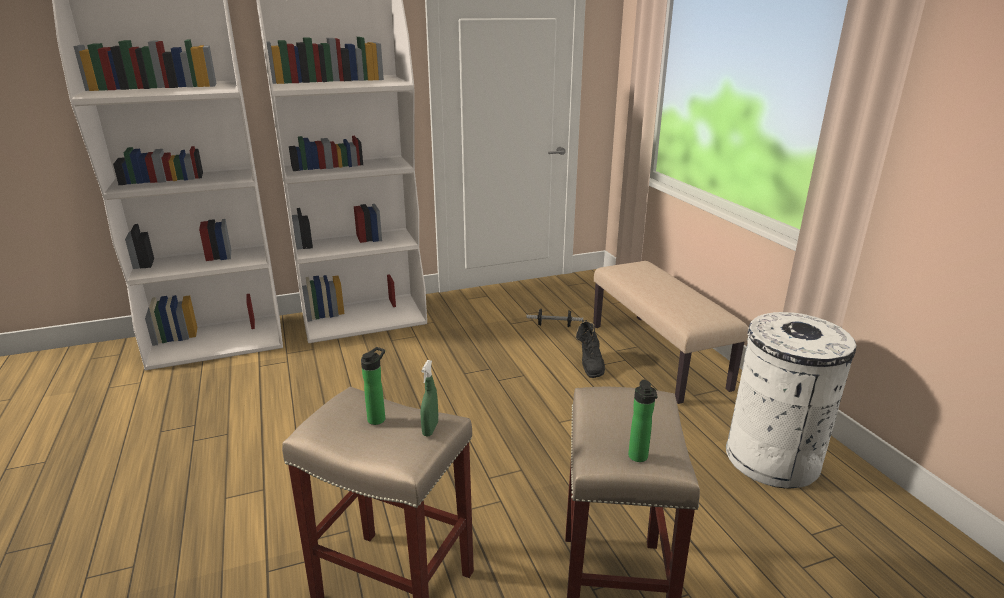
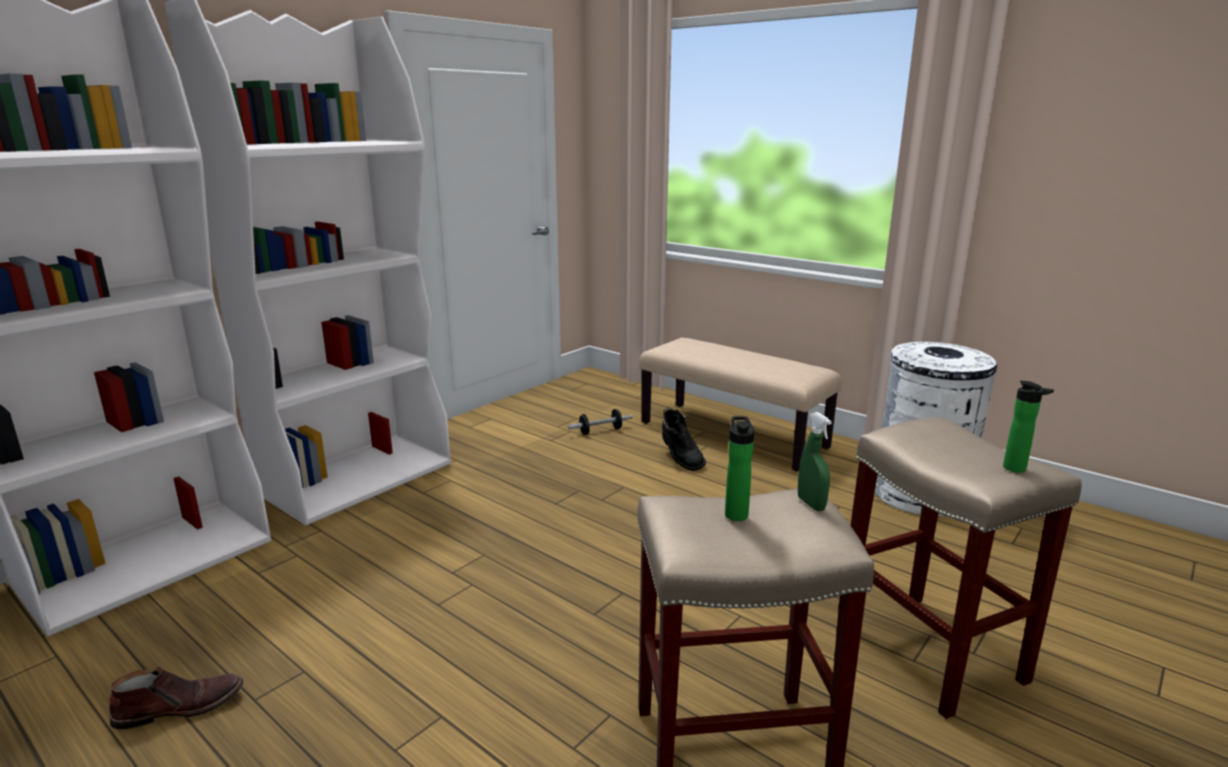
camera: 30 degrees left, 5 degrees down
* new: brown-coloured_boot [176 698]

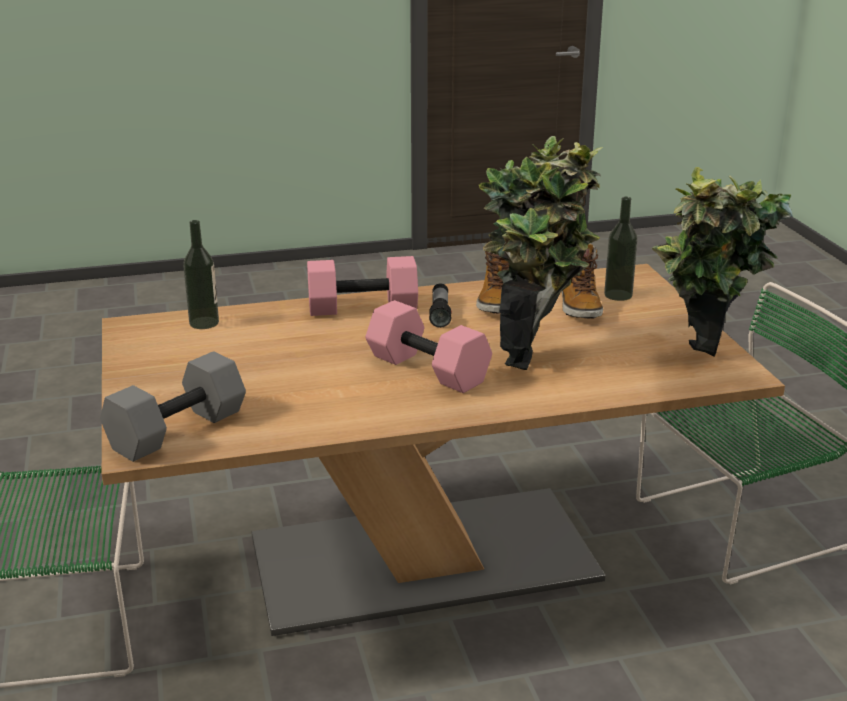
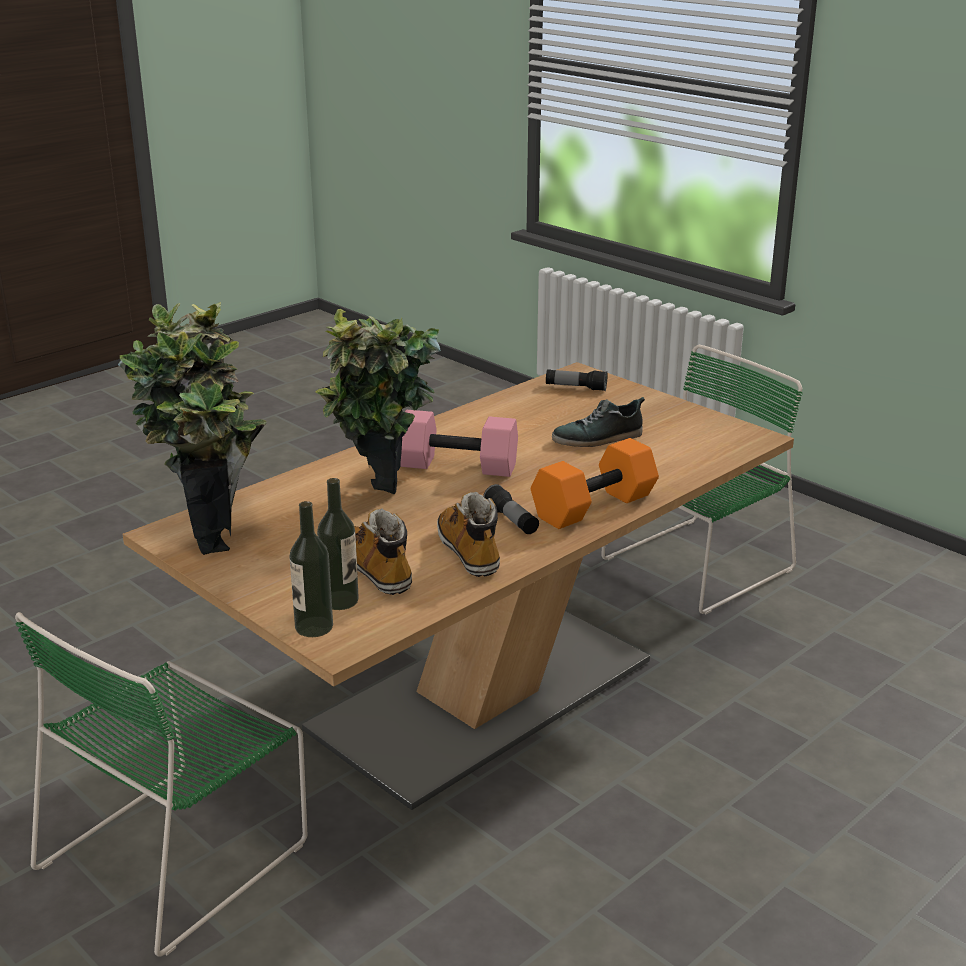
camera: 150 degrees right, 0 degrees up
* shifted: drink_bottle [201 274] to [311 569]
* repainted: pink_hand_weight [362 286] to orange-coloured_hand_weight [595 483]
* swapped: greyish_hand_weight [173 406] to torch [576 380]
* new: shoe [598 422]

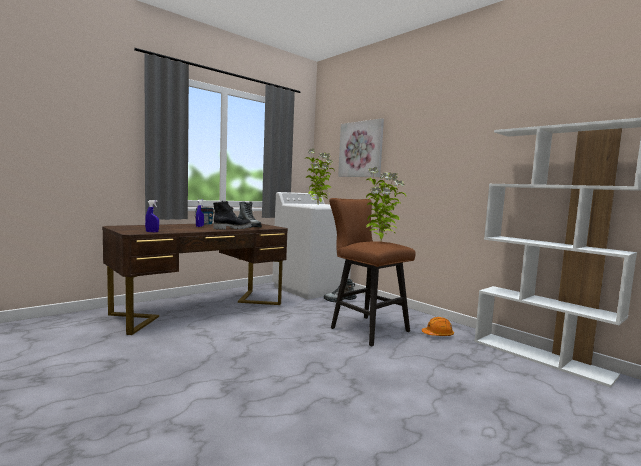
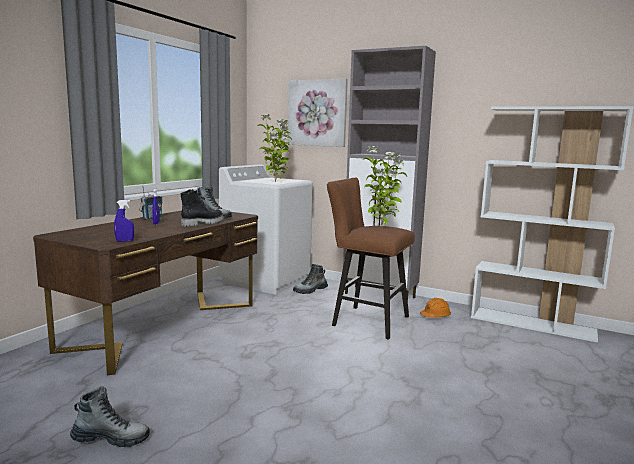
camera: 20 degrees left, 5 degrees up
* new: boot [110 416]
* new: greyish_cabinet [389 173]

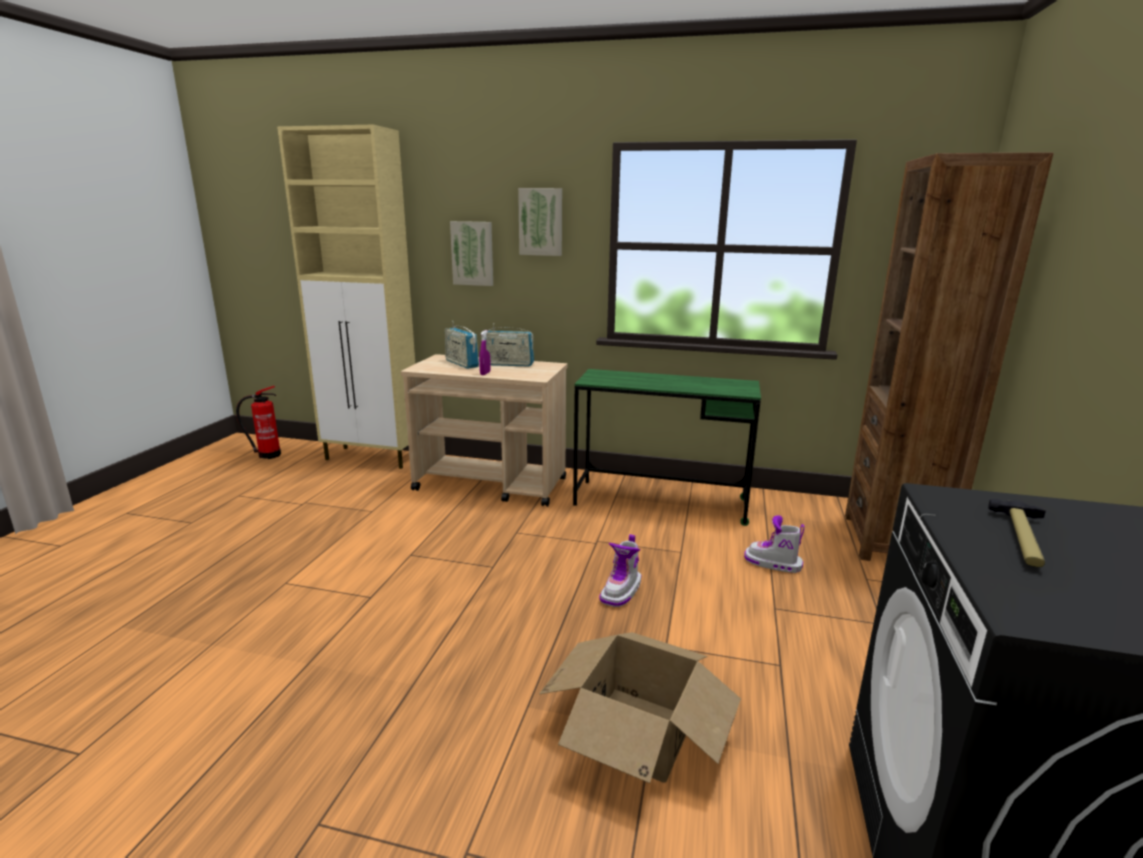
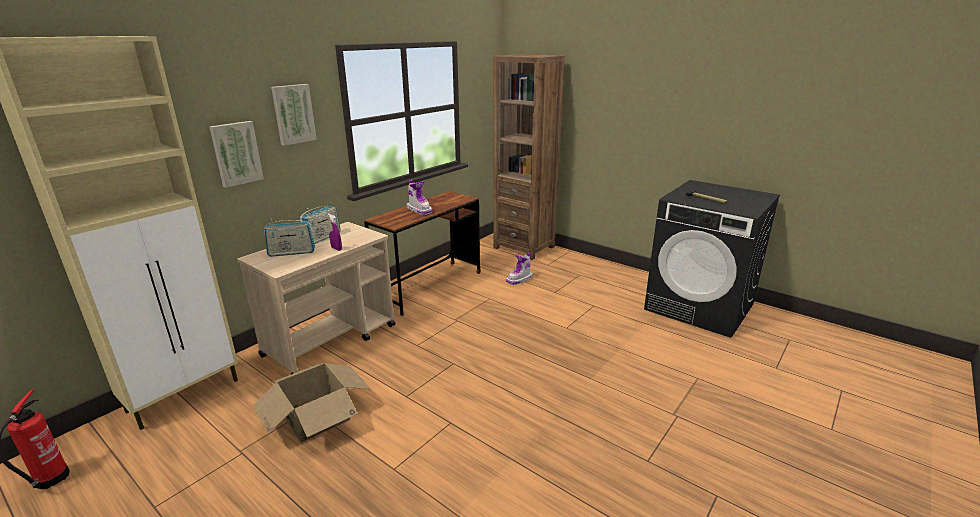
camera: 65 degrees left, 5 degrees up
* shifted: cardboard_box [640 707] to [311 403]
* repainted: green_desk_table [667 447] to brown-coloured_desk_table [422 253]
* shifted: boot [620 570] to [420 197]

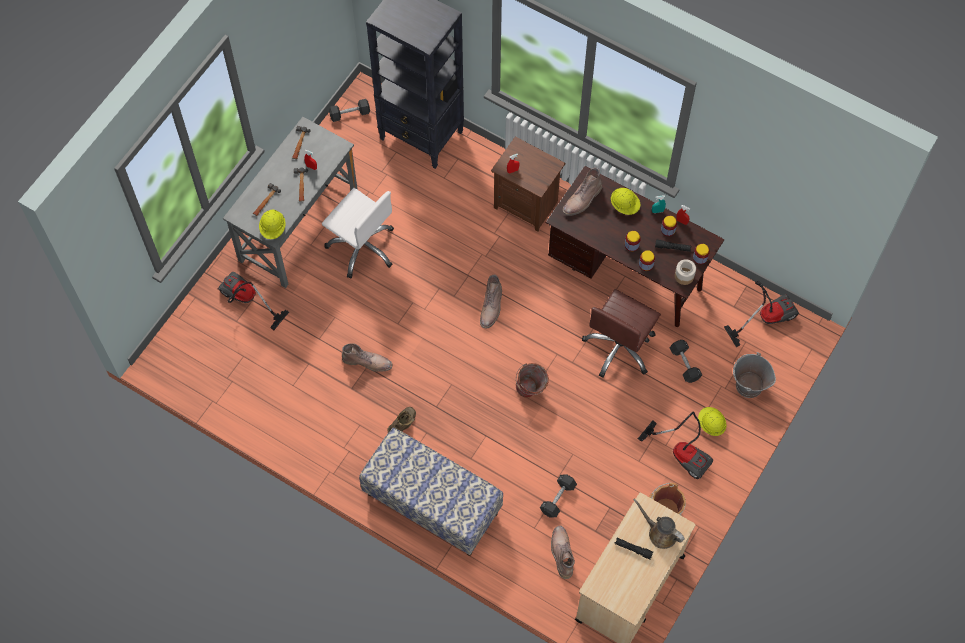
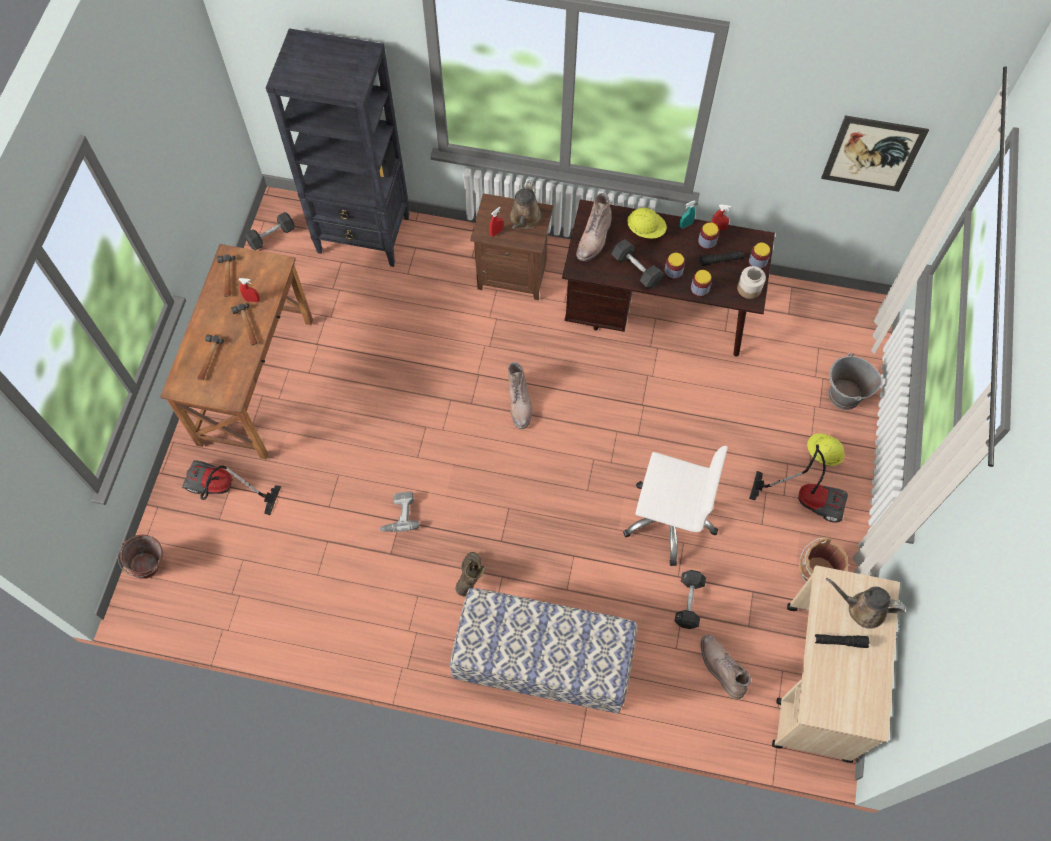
camera: 20 degrees left, 0 degrees up
* shifted: pail [532 380] to [140 557]
* repainted: greyish_desk_table [290 202] to brown-coloured_desk_table [236 351]
* swapped: brown-coloured_boot [367 357] to electric_drill [399 512]
* new: brown-coloured_watering_pot [526 204]
* shifted: blackish_hand_weight [685 361] to [637 264]
* shifted: white_office_chair [358 233] to [675 506]
* new: picture [875 153]
* gone: yellow_work_helmet [272 224]
* gone: brown-coloured_office_chair [621 333]
* gone: hoover [761 313]

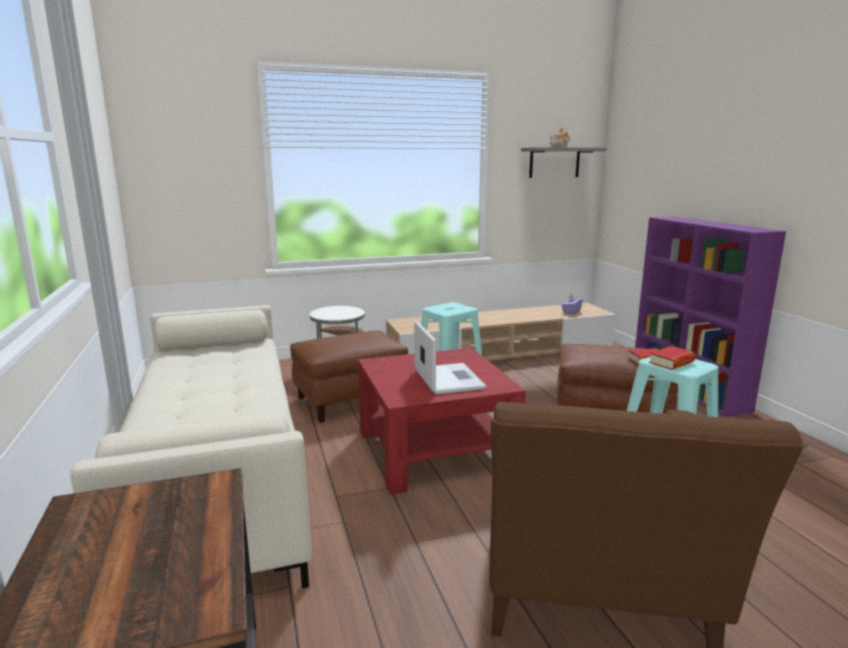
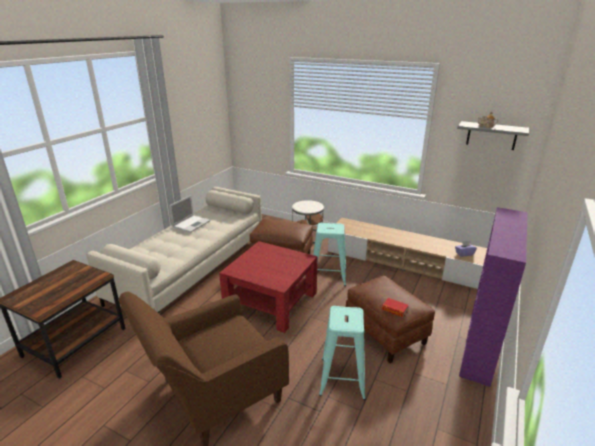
camera: 45 degrees right, 10 degrees up
* shifted: notebook_computer [450 357] to [190 214]
* gone: volume [672 358]

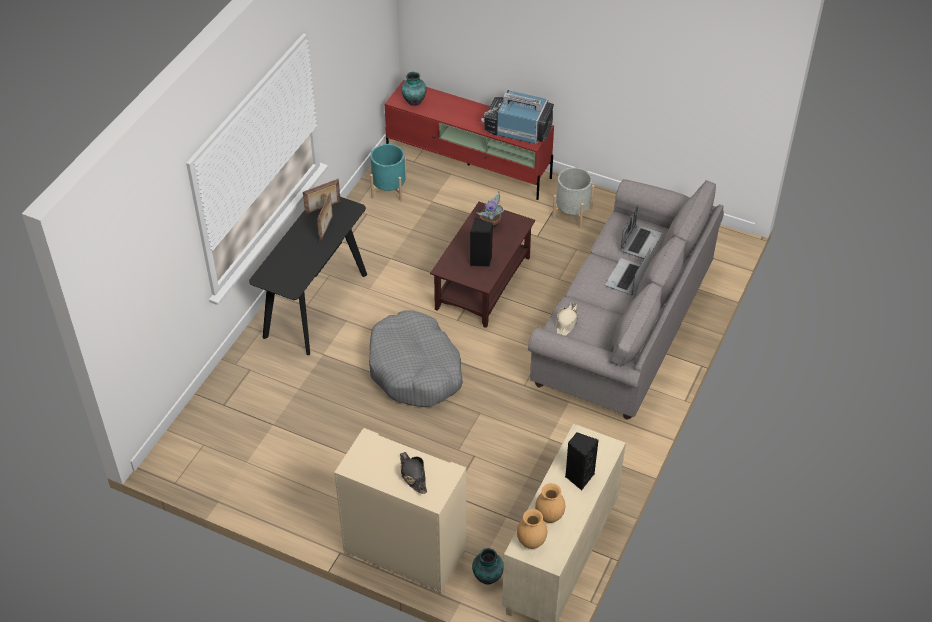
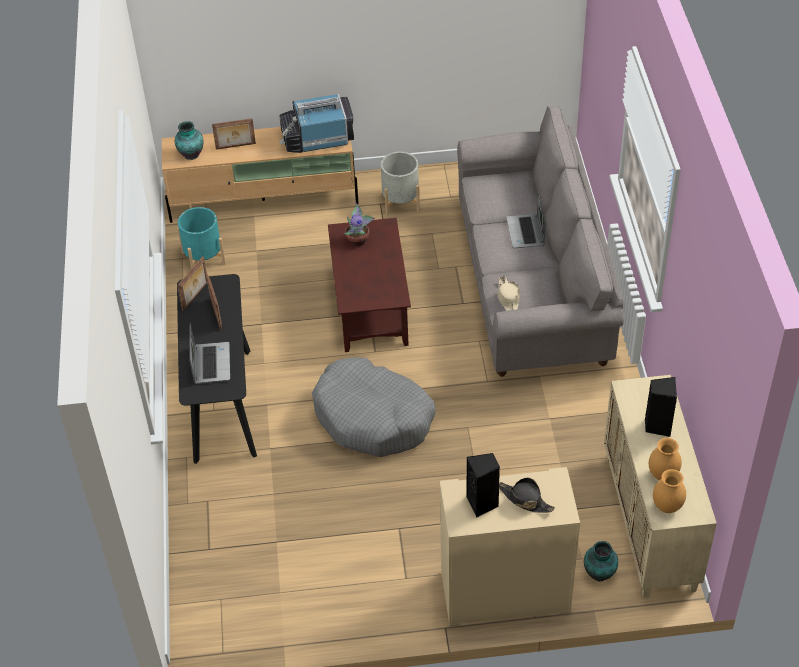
camera: 30 degrees left, 0 degrees up
* repainted: reddish_tv_stand [469 140] to sand-coloured_tv_stand [260 175]
* shifted: notebook_computer [641 232] to [210 353]
* new: photo_frame [234 133]
* shifted: blackish_speaker [481 242] to [483 485]

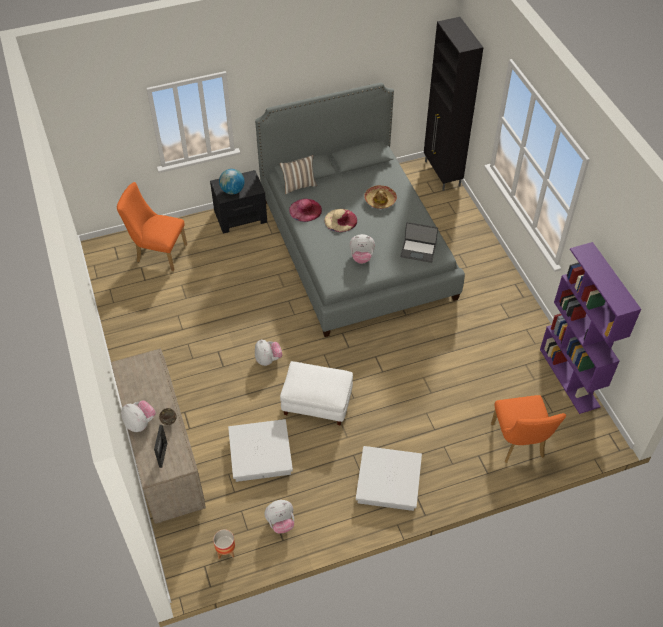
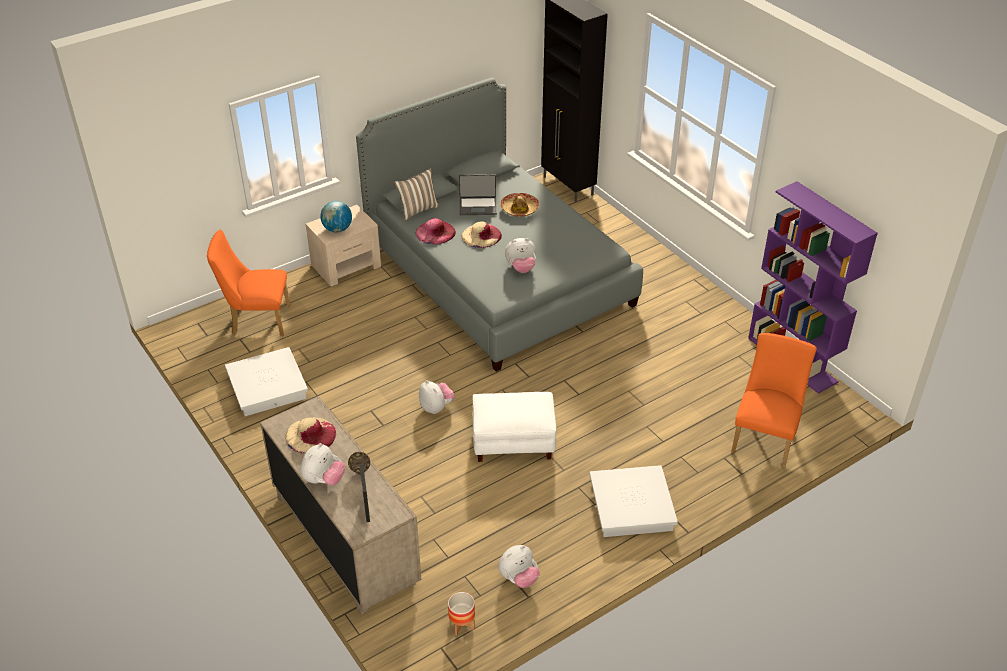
camera: 15 degrees left, 10 degrees down
* shifted: white_storage_container [260 450] to [266 381]
* new: sand-coloured_hat [310 435]
* rotated: plush_toy [138 416] = [322 464] 90 degrees clockwise
* repainted: blackish_nightstand [238 201] to sand-coloured_nightstand [343 246]
* shifted: notebook_computer [419 242] to [478 194]
* rotated: orange-coloured_upright_chair [528 429] = [774 400] 135 degrees counterclockwise

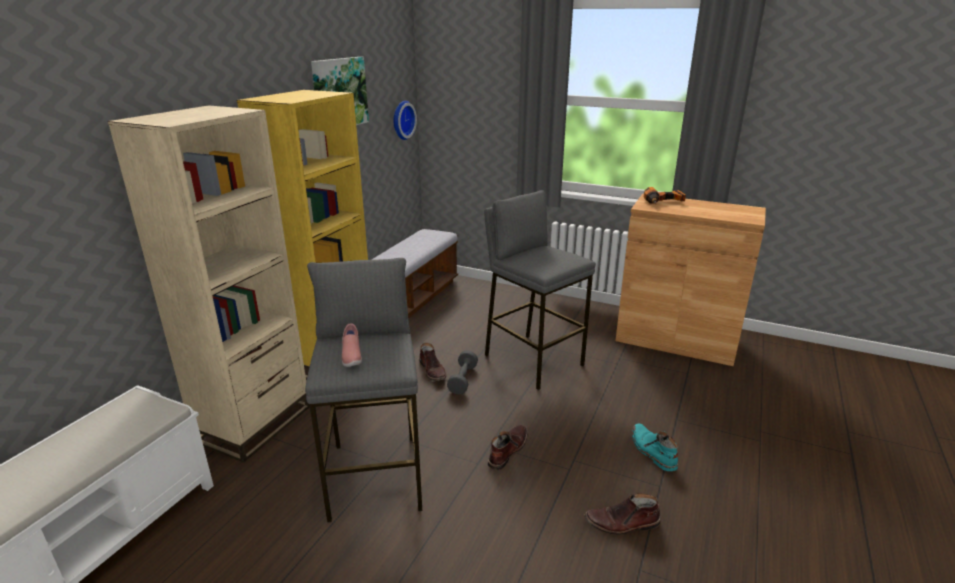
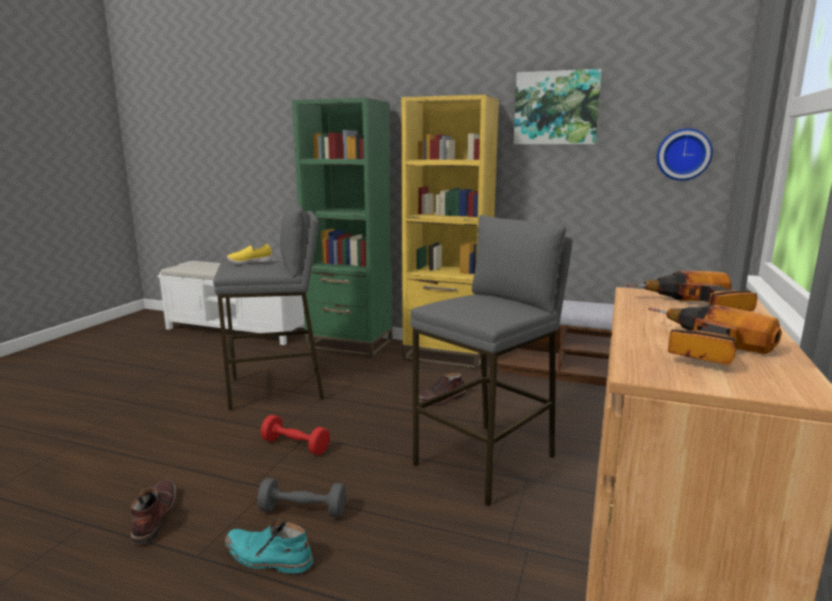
camera: 85 degrees right, 10 degrees down
* rotated: turquoise_boot [655 447] = [269 546] 135 degrees counterclockwise
* repainted: pink_shoe [352 345] to yellow_shoe [249 254]
* shifted: greyish_hand_weight [462 373] to [301 497]
* swapped: brown-coloured_boot [508 447] to reddish_hand_weight [295 435]
* repainted: sand-coloured_bookshelf [209 284] to green_bookshelf [342 228]
* new: electric_drill [715 335]

